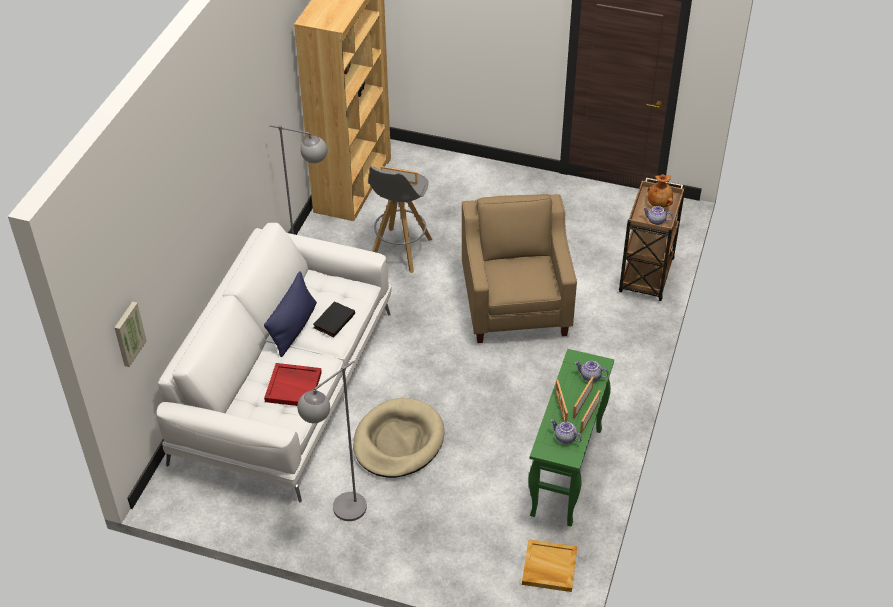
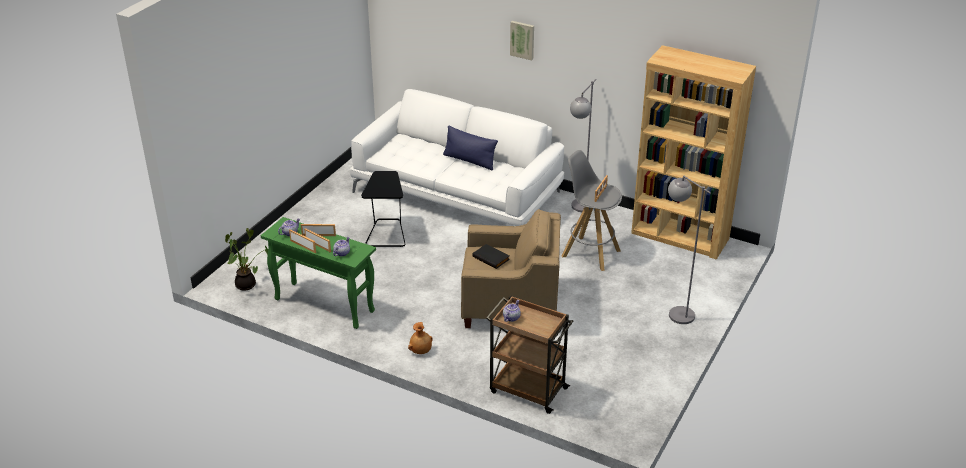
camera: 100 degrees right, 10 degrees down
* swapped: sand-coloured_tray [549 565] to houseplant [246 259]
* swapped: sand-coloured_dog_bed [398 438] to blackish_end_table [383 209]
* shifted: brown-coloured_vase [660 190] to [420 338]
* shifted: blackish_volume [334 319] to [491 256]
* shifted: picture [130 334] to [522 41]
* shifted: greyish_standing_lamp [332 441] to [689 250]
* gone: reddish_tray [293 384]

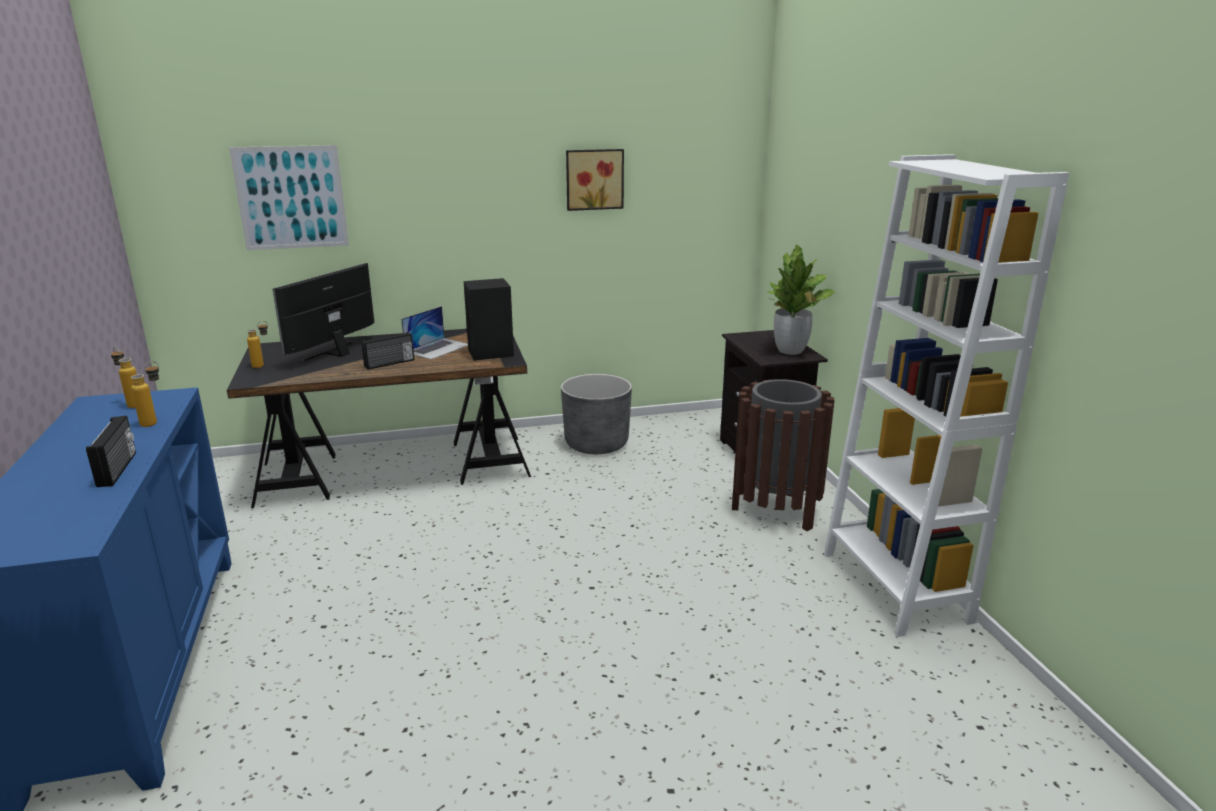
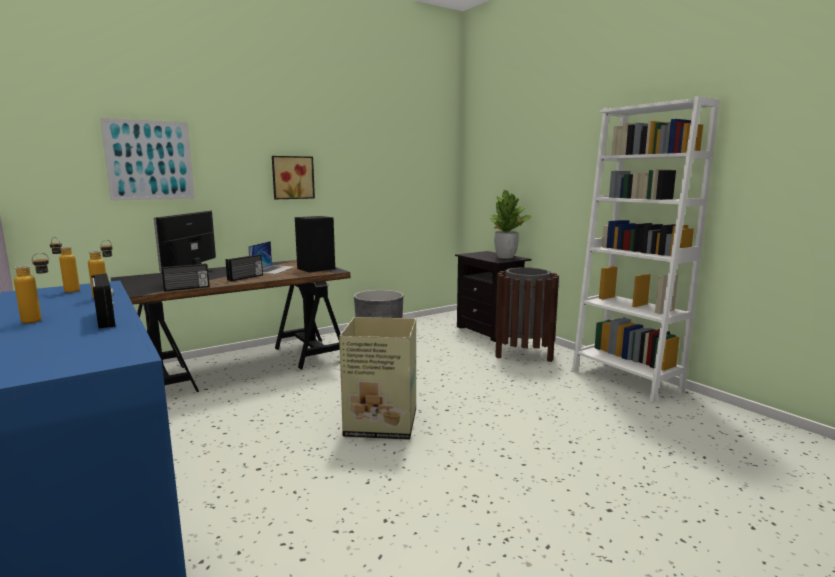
camera: 20 degrees left, 10 degrees down
* shifted: drink_bottle [257 344] to [31 288]
* new: radio_receiver [185 277]
* shifted: picture [595 180] to [293 177]
* new: cardboard_box [377 378]

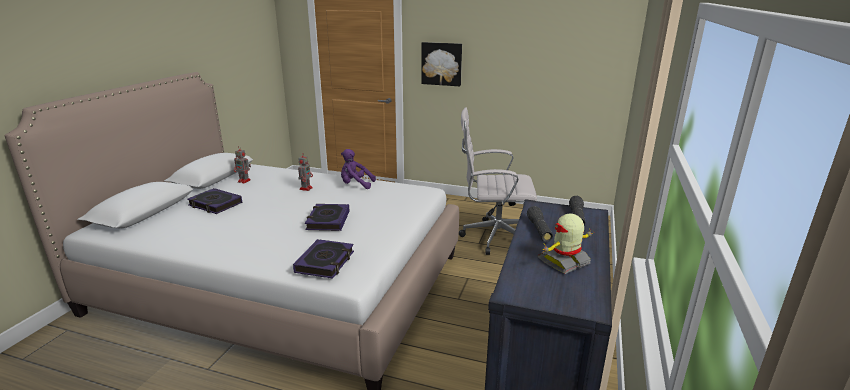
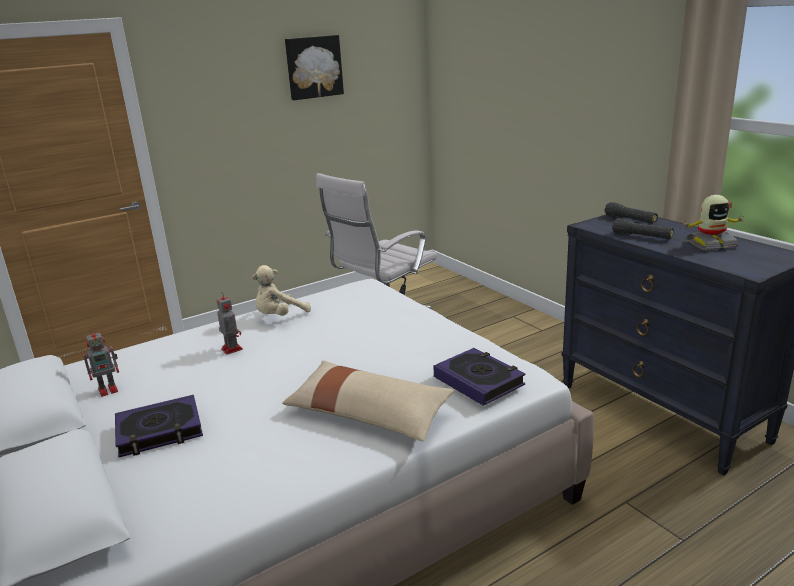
camera: 50 degrees left, 0 degrees up
* repainted: purple_plush_toy [358 169] to sand-coloured_plush_toy [281 290]
* new: sand-coloured_cushion [368 401]
* shifted: picture [441 64] to [314 67]
* rotated: toy_robot [564 243] = [713 222] 105 degrees counterclockwise
* gone: volume [327 217]

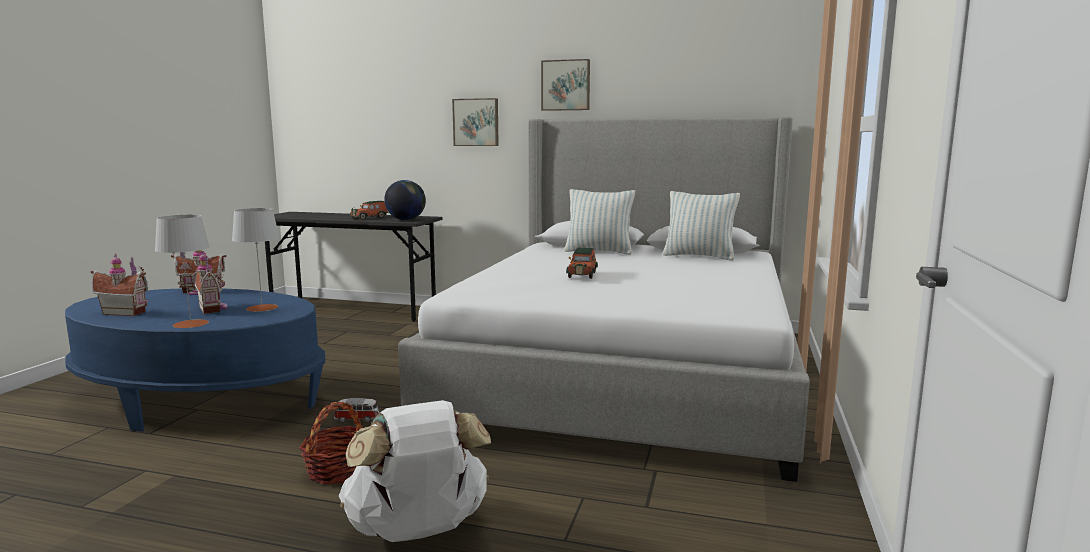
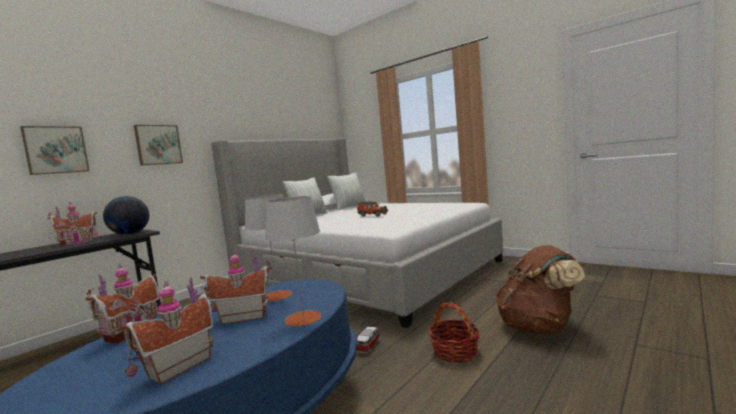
camera: 65 degrees left, 5 degrees down
* shifted: picture [565 85] to [55 150]
* swapped: model_car [369 210] to toy_house [72 224]
* repainted: white_rucksack [415 471] to brown-coloured_rucksack [540 290]

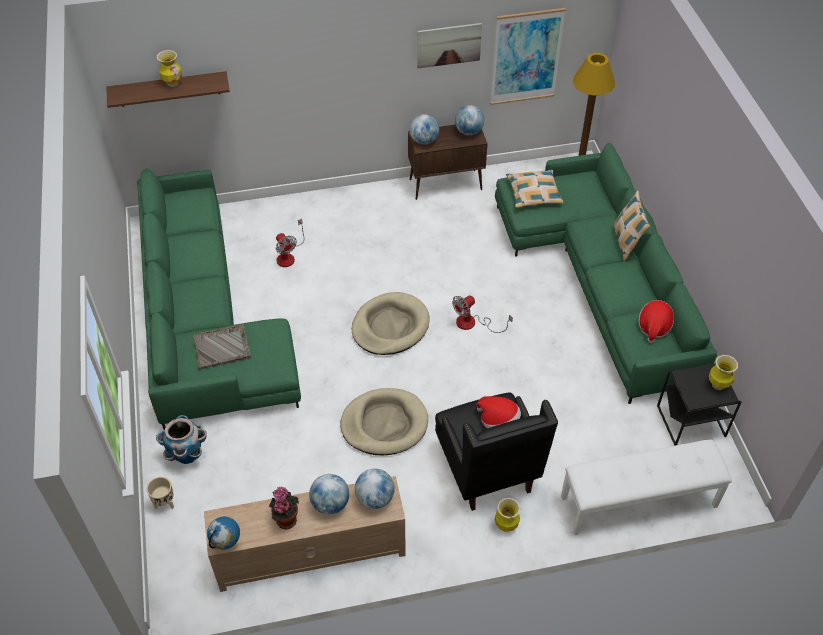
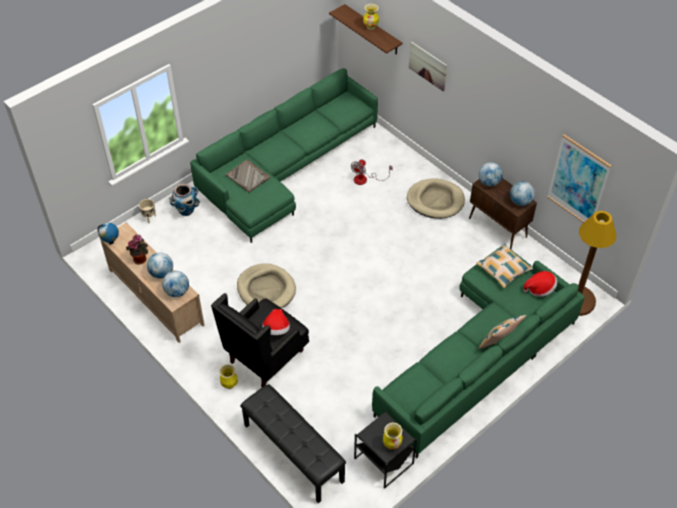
camera: 60 degrees right, 0 degrees up
* repainted: white_indoor_bench [646 487] to blackish_indoor_bench [293 443]
* shifted: sand-coloured_dog_bed [391 323] to [436 199]
* shifted: picture [449 45] to [428 66]
* shifted: hat [656 321] to [540 284]
* gone: fan [482 314]

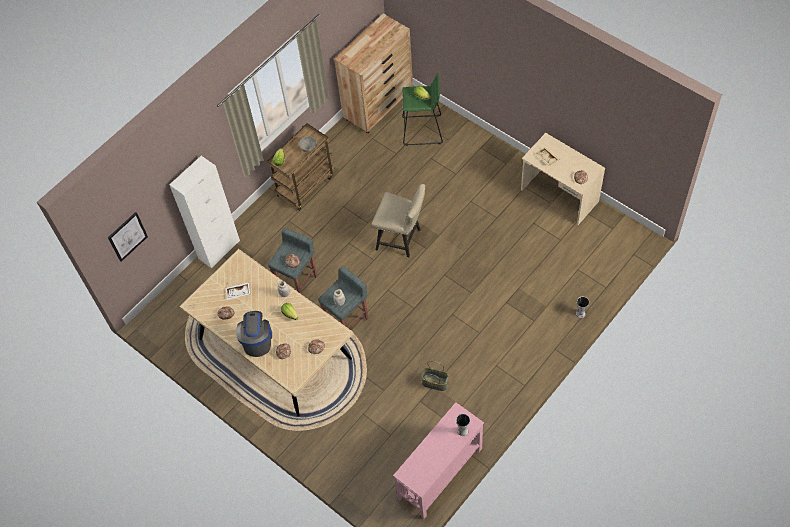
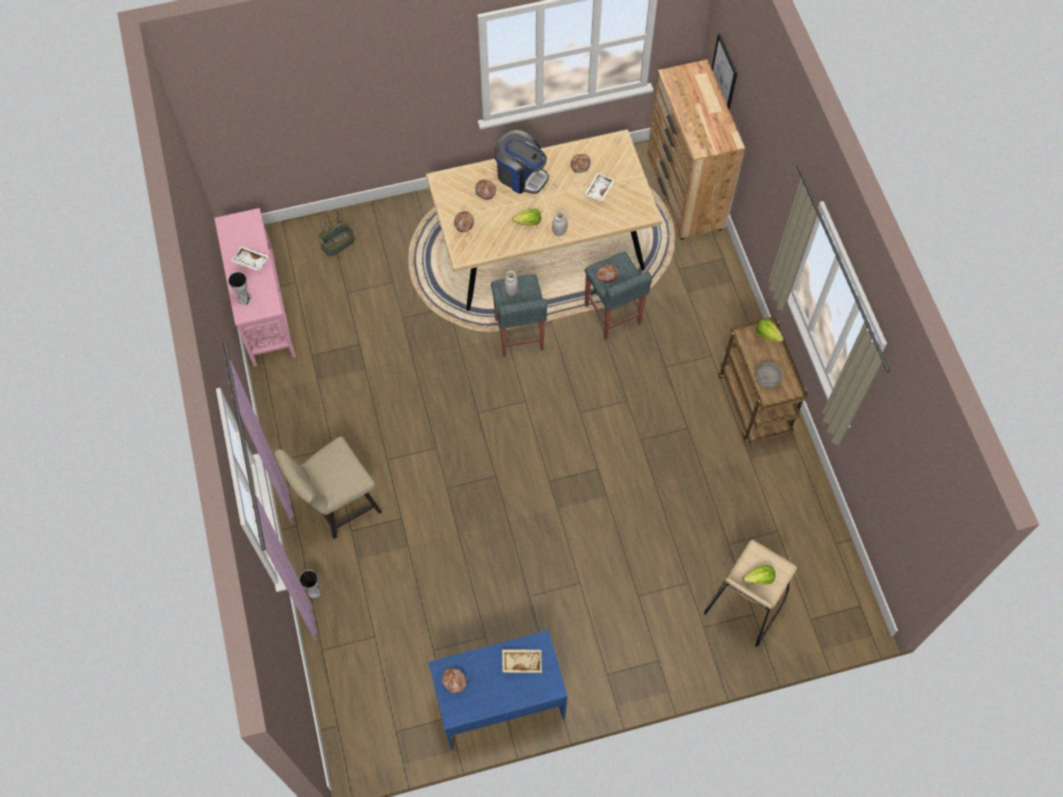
camera: 120 degrees right, 5 degrees up
* new: white_tray [249 258]
* shifted: sand-coloured_upright_chair [398 220] to [328 487]
* shifted: household_basket [435 376] to [336 233]
* repainted: sand-coloured_desk_table [563 179] to blue_desk_table [498 690]
* shifted: brown-coloured_dresser [373 73] to [696 149]
* repainted: green_stool_seat [422 109] to sand-coloured_stool_seat [750 593]
* gone: white_cabinet [205 212]

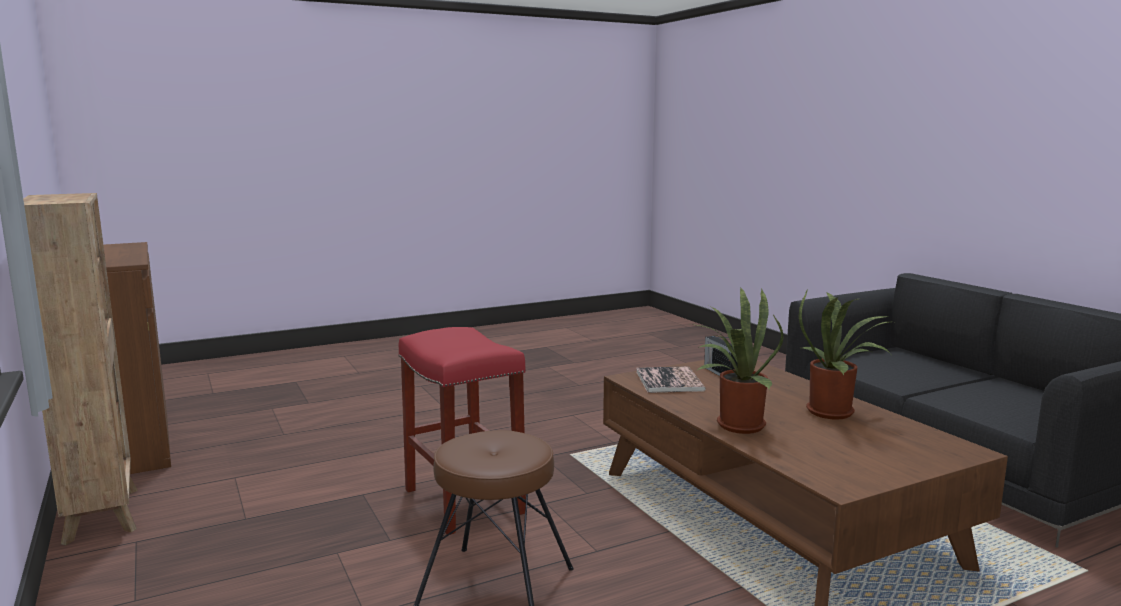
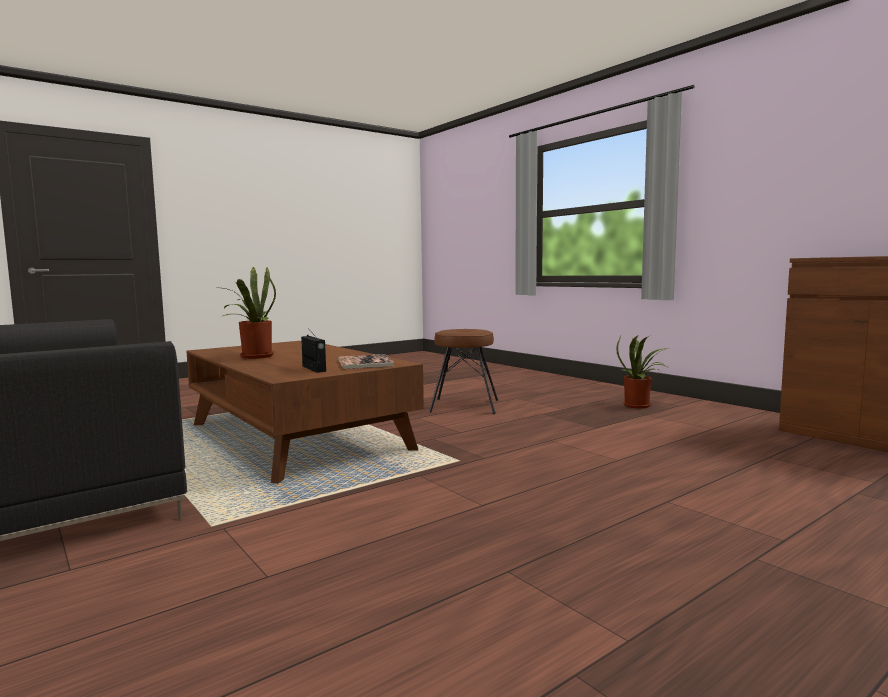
camera: 170 degrees right, 5 degrees down
* shifted: houseplant [737 361] to [643 372]
* gone: brown-coloured_bookshelf [80 369]
* gone: reddish_stool_seat [462 431]

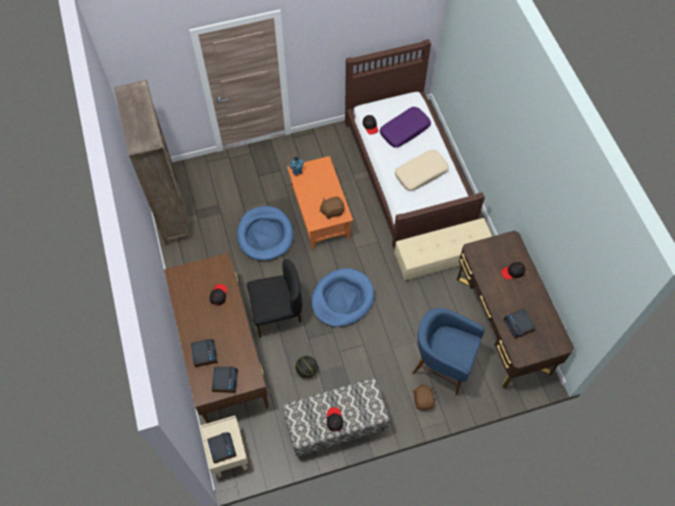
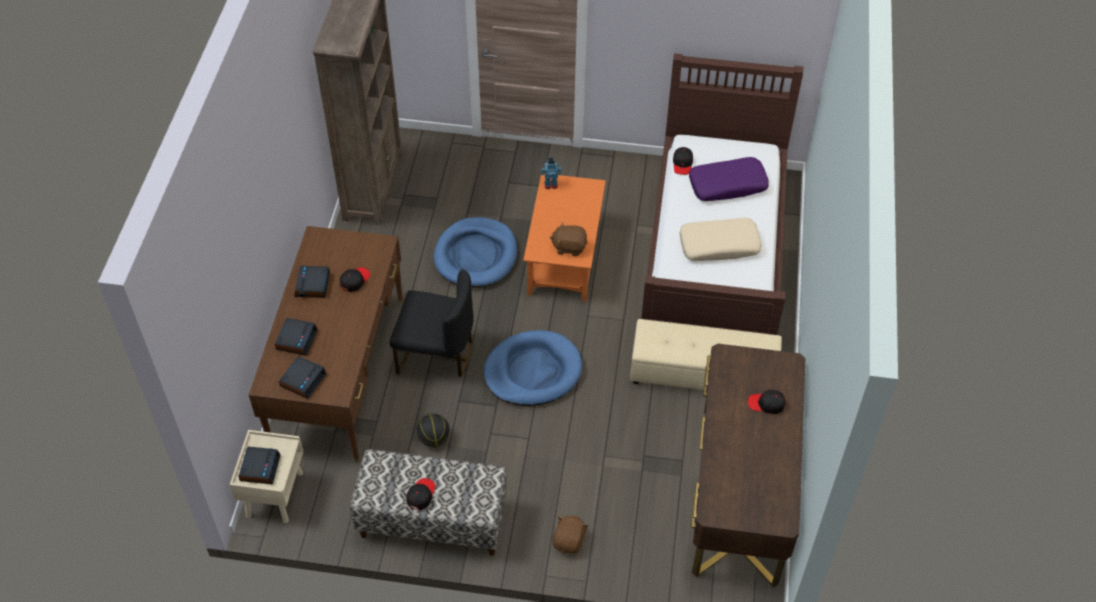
camera: 25 degrees right, 10 degrees down
* shifted: bedside_clock [520 324] to [312 282]
* gone: blue_stool_seat [448 351]

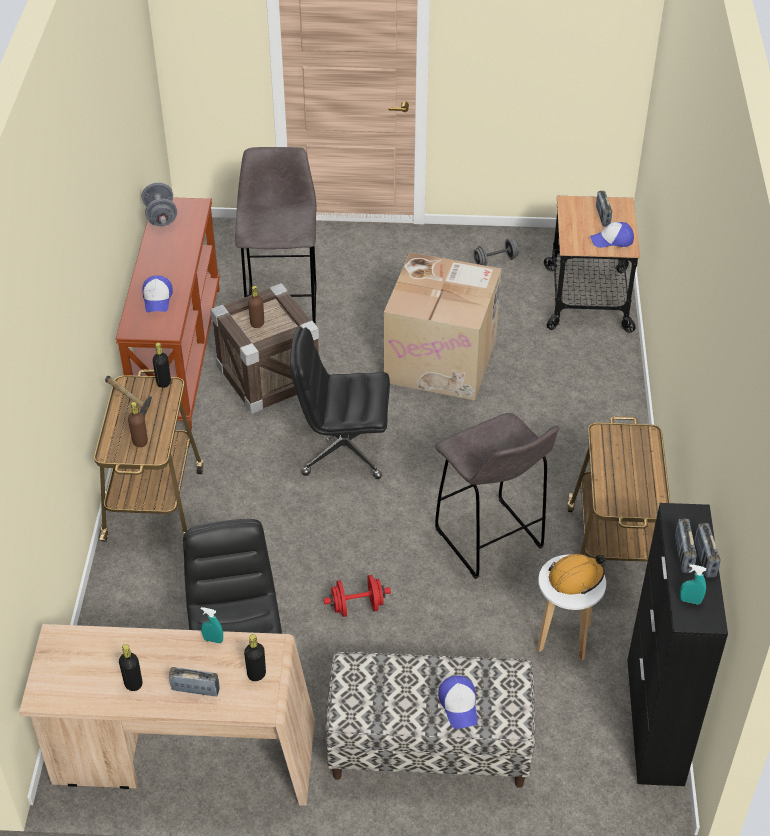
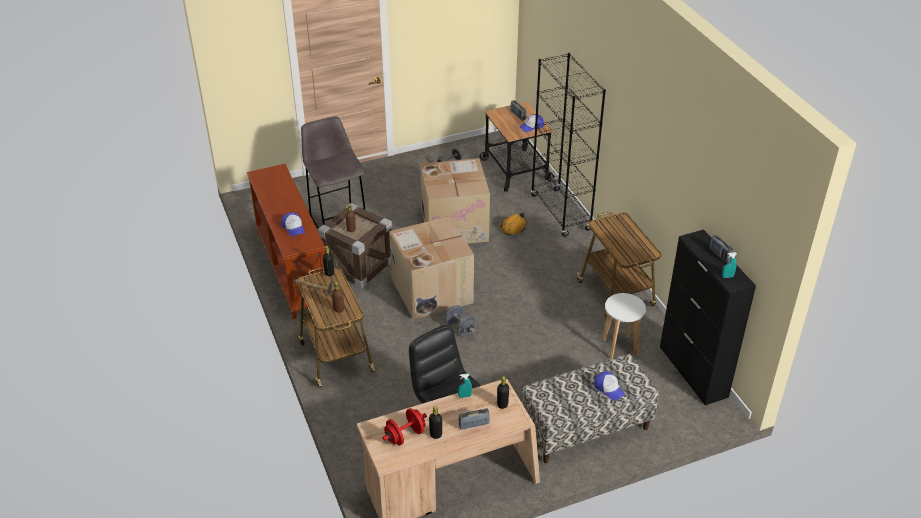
camera: 25 degrees left, 5 degrees down
* shifted: reddish_hand_weight [357 596] to [404 426]
* swapped: blackish_office_chair [340 403] to cardboard_box [431 268]
* shifted: greyish_hand_weight [159 204] to [460 320]
* shifted: orange-coloured_work_helmet [577 574] to [513 224]
* new: blackish_bookshelf [568 145]
* gone: greyish_stool_seat [497 496]
* gone: radio_receiver [686 546]

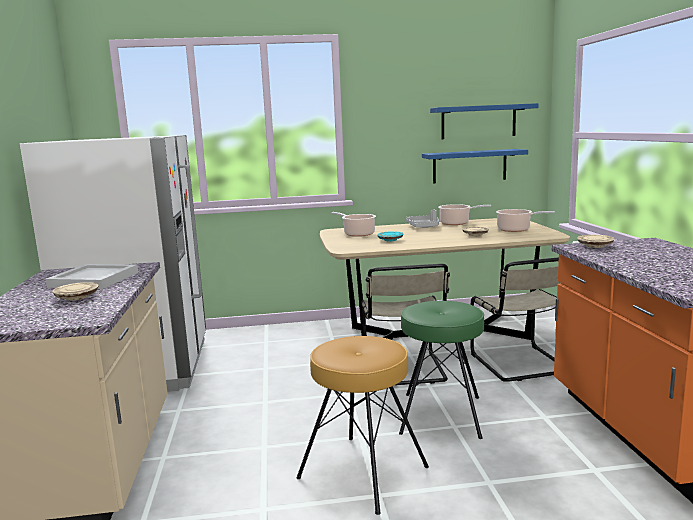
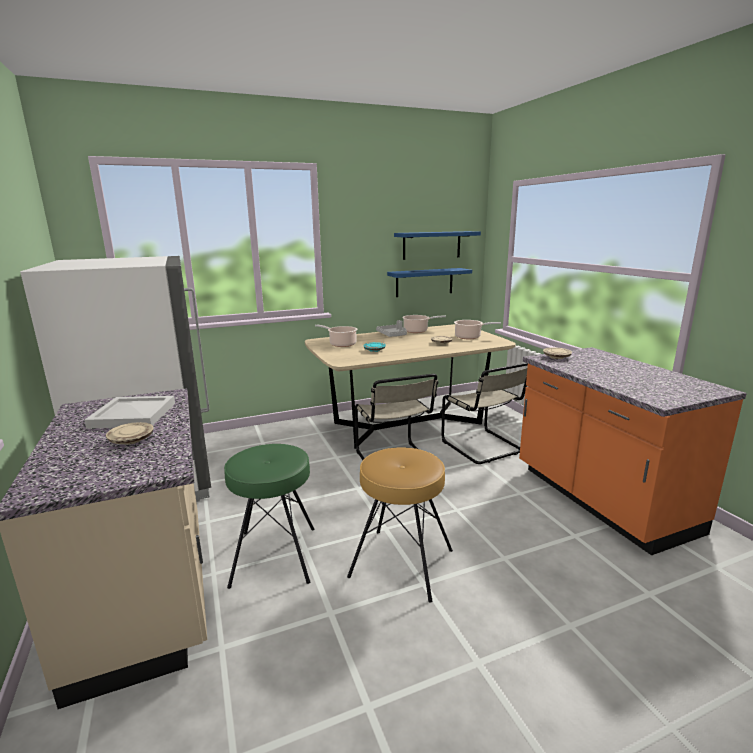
camera: 15 degrees left, 5 degrees up
* shifted: green_stool_seat [441 370] to [269 516]

